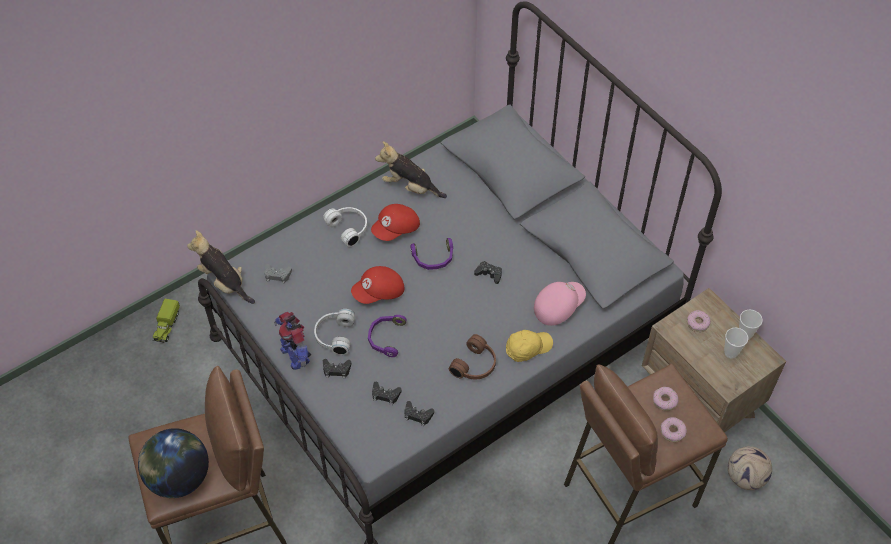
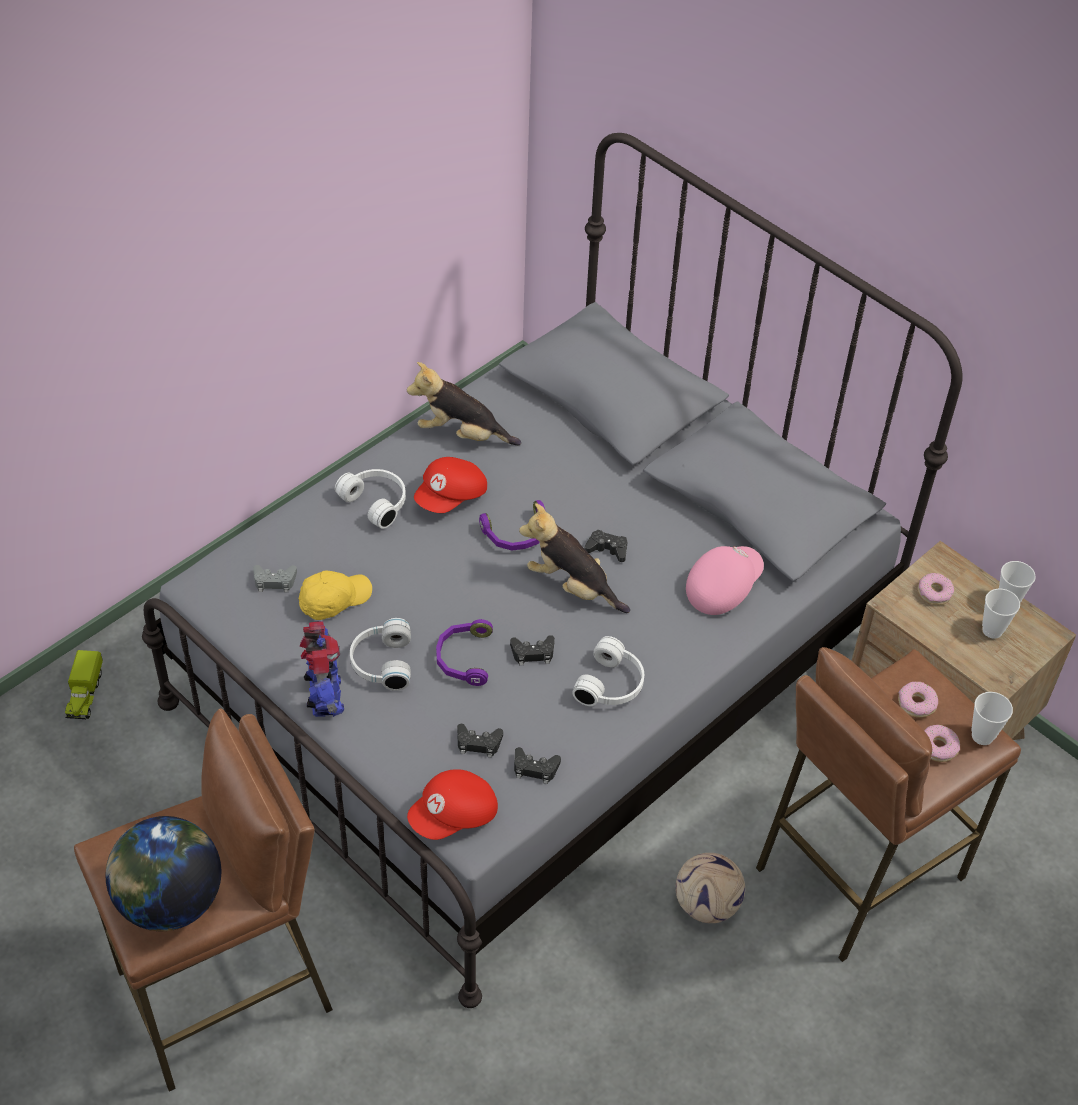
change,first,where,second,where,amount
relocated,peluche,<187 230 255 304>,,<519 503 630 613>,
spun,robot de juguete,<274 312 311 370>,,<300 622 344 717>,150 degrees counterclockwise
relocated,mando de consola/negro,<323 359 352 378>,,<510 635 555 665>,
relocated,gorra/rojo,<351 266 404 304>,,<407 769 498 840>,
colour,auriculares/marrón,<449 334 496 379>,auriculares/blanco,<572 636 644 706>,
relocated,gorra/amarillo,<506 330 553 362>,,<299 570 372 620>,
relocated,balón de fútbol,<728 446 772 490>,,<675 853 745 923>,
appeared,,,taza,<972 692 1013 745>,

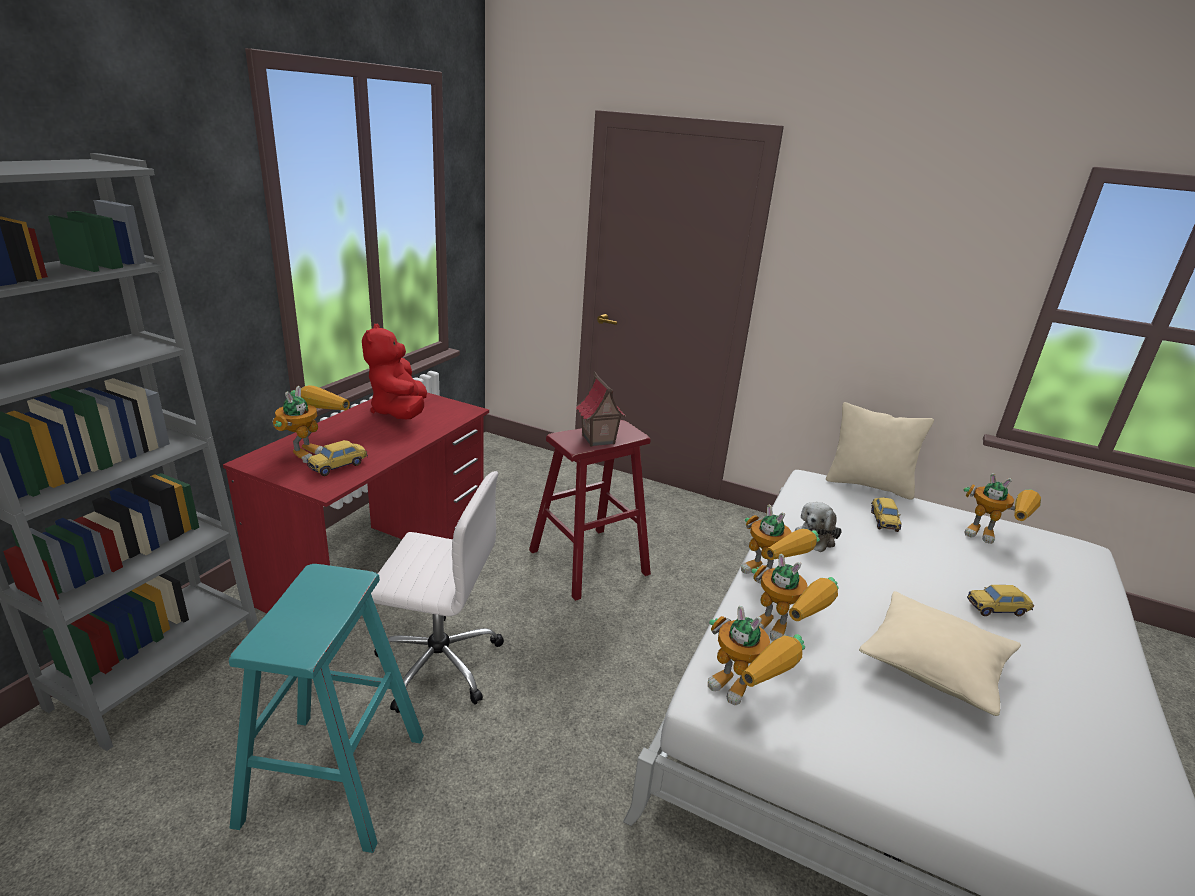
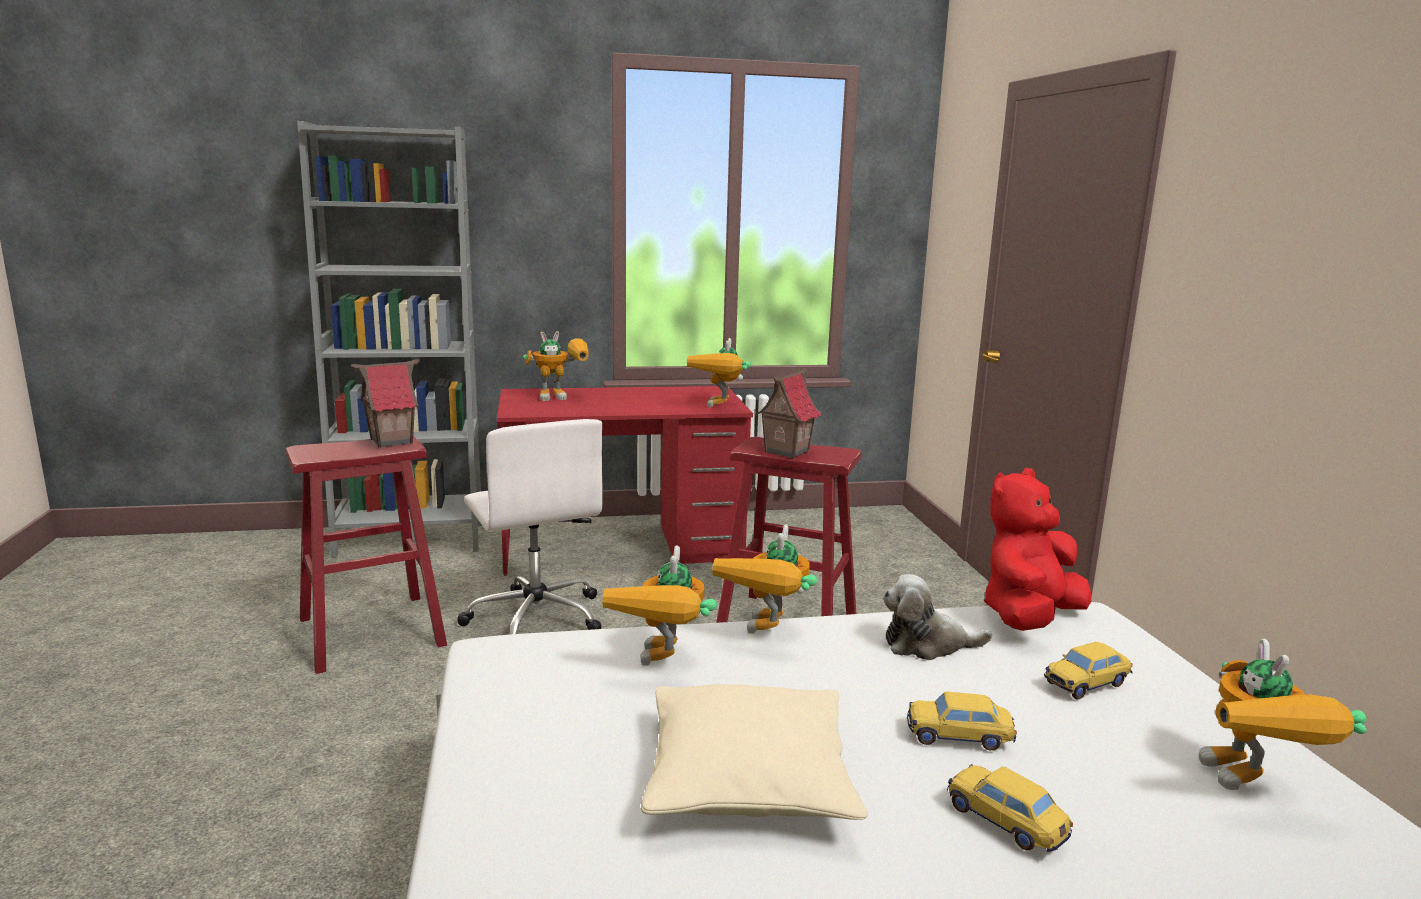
change,first,where,second,where,amount
colour,taburete/turquesa,<229 564 424 853>,taburete/rojo,<286 435 447 674>,
relocated,coche de juguete,<307 440 368 476>,,<907 691 1017 750>,
relocated,peluche/rojo,<362 323 427 419>,,<984 468 1091 631>,
relocated,robot de juguete,<708 606 805 705>,,<687 338 751 407>,
missing,cojín/beis,<826 402 934 500>,,,
appeared,,,casita,<351 359 420 448>,

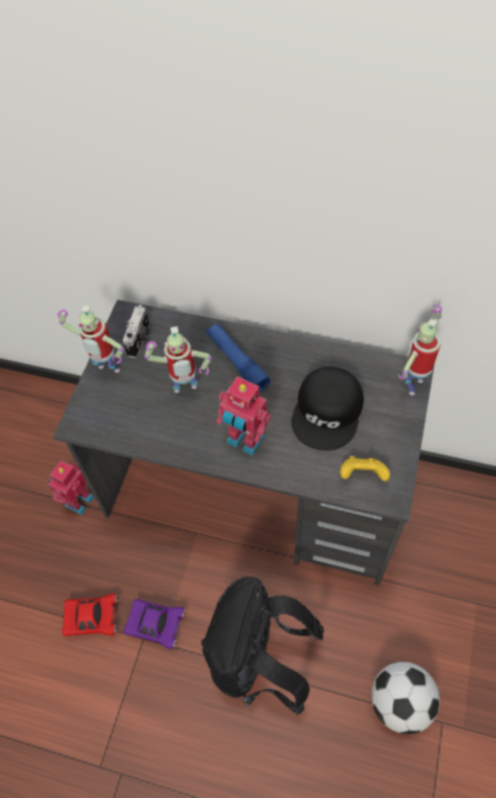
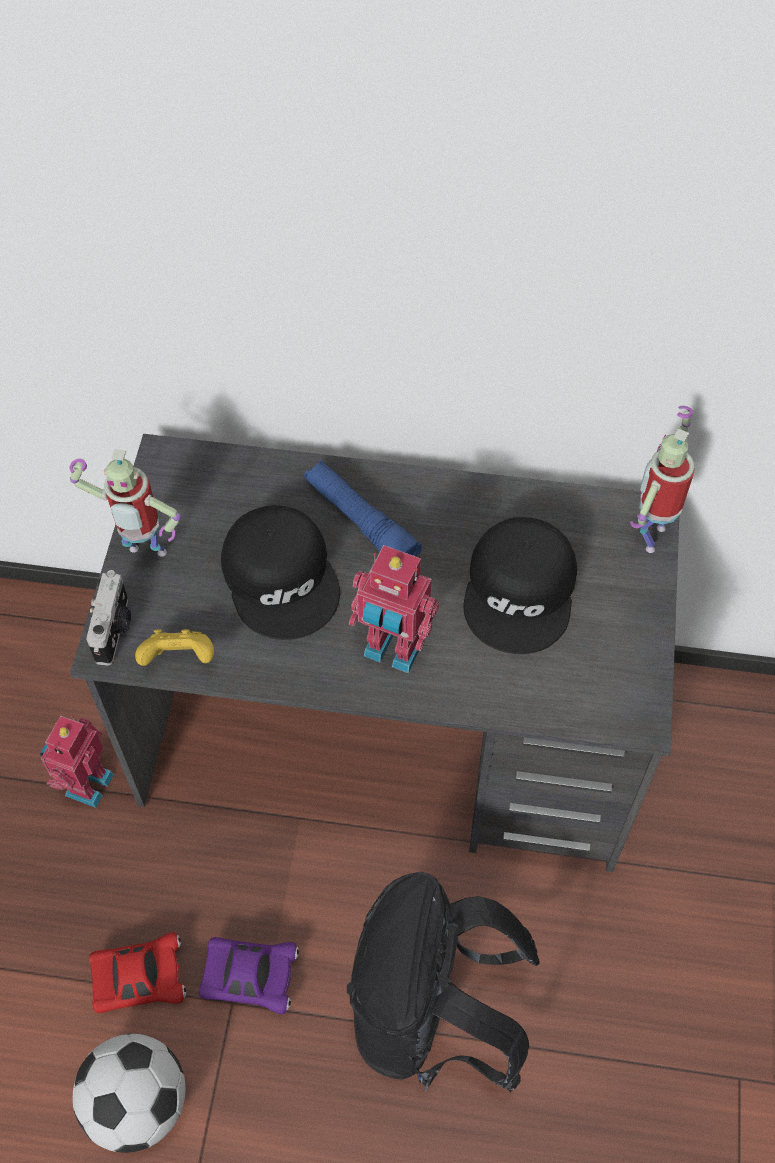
change,first,where,second,where,amount
relocated,cámara,<123 305 149 358>,,<86 570 131 666>,
exchanged,robot de juguete,<144 326 212 393>,gorra/negro,<221 505 340 640>,
relocated,mando de consola/amarillo,<340 456 390 481>,,<135 629 214 666>,
relocated,balón de fútbol,<371 662 440 734>,,<73 1034 185 1153>,

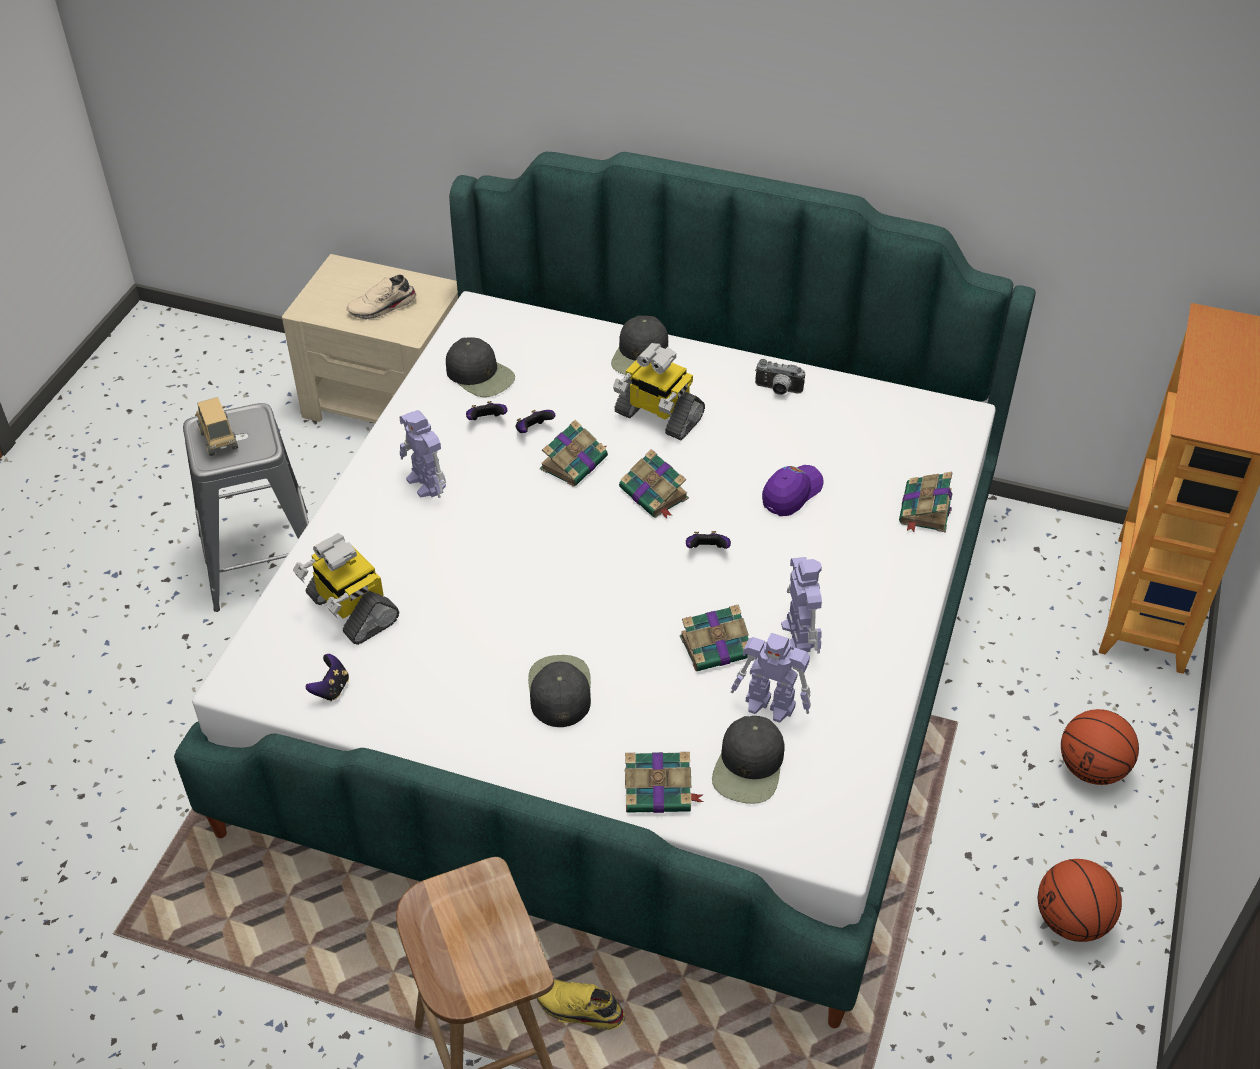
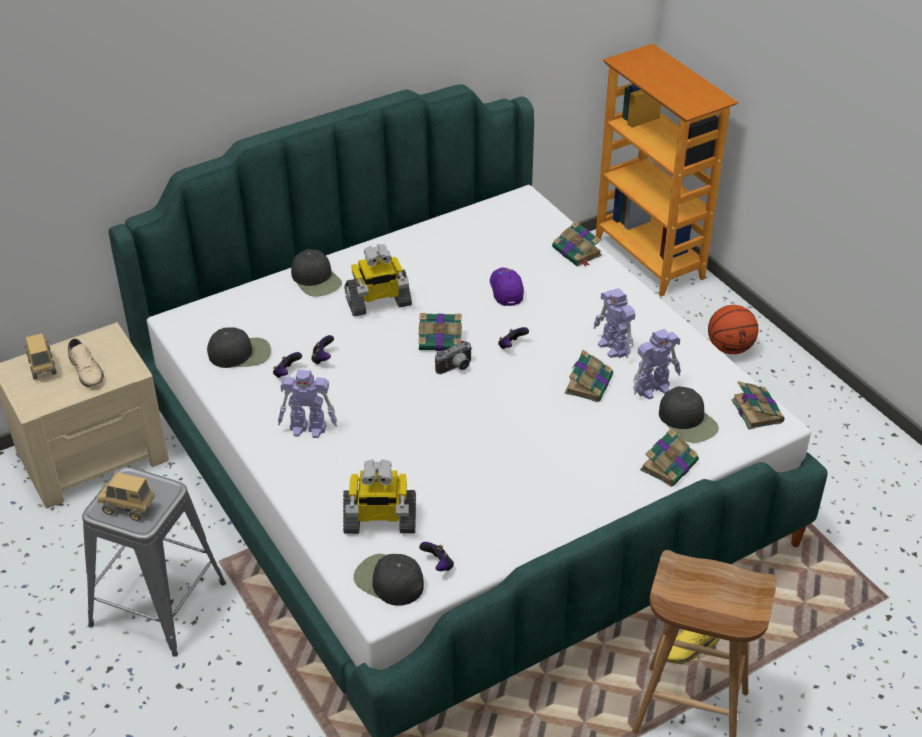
change,first,where,second,where,amount
spun,zapato/beis,<346 274 417 319>,,<68 339 104 387>,45 degrees counterclockwise
relocated,gorra/negro,<528 655 591 727>,,<354 554 424 606>,
relocated,libro,<540 420 608 487>,,<731 381 785 429>,
relocated,cámara,<755 359 805 395>,,<435 341 472 374>,
spun,robot de juguete,<781 557 822 654>,,<594 288 635 358>,150 degrees counterclockwise
missing,balón de baloncesto,<1038 859 1122 942>,,,
appeared,,,camión de juguete,<24 333 57 379>,

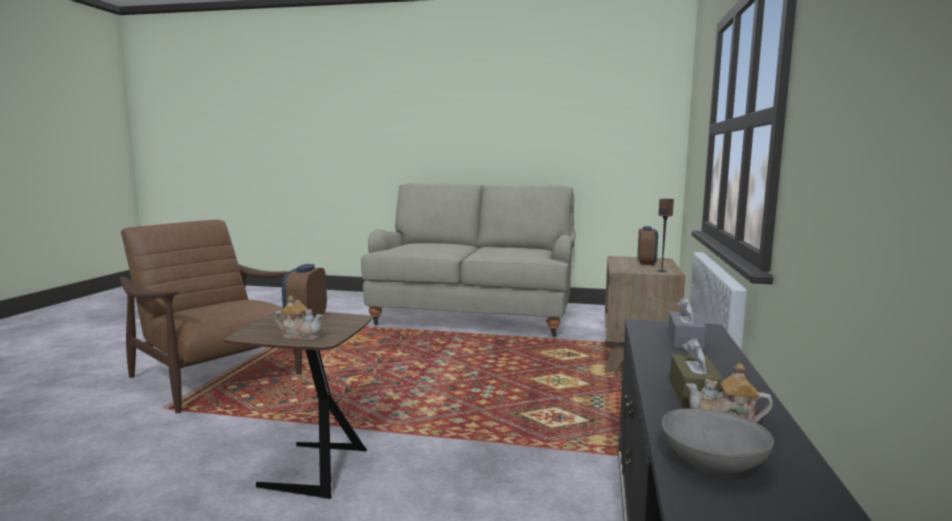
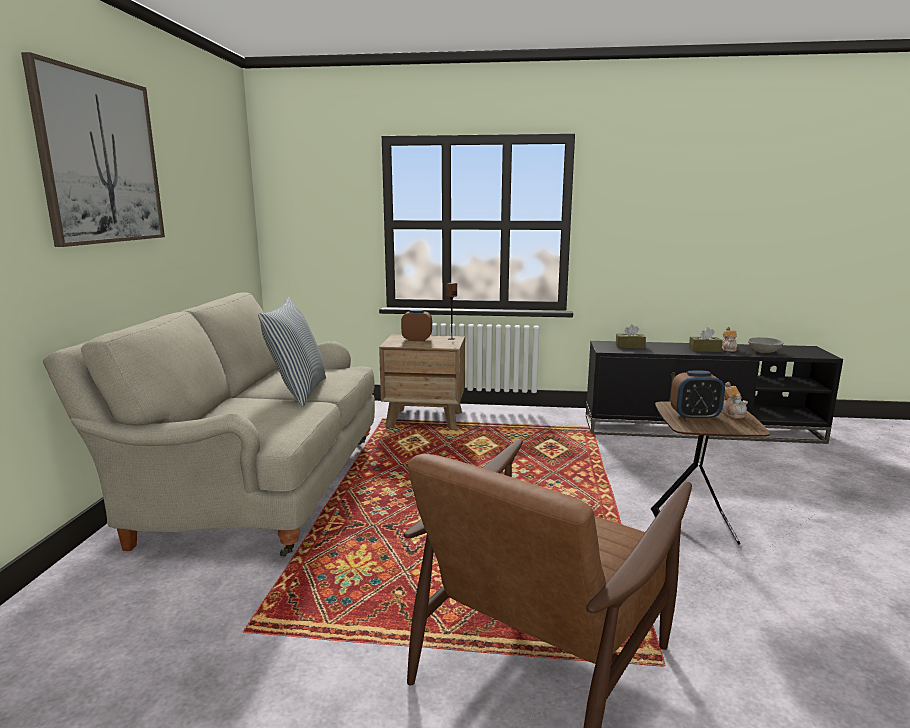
change,first,where,second,where,amount
spun,tetera,<275 296 323 341>,,<721 382 748 419>,150 degrees clockwise
colour,caja de pañuelos/gris,<668 297 706 350>,caja de pañuelos/marrón,<616 324 646 349>,
appeared,,,cuadro,<21 52 165 247>,
appeared,,,cojín,<258 297 326 407>,

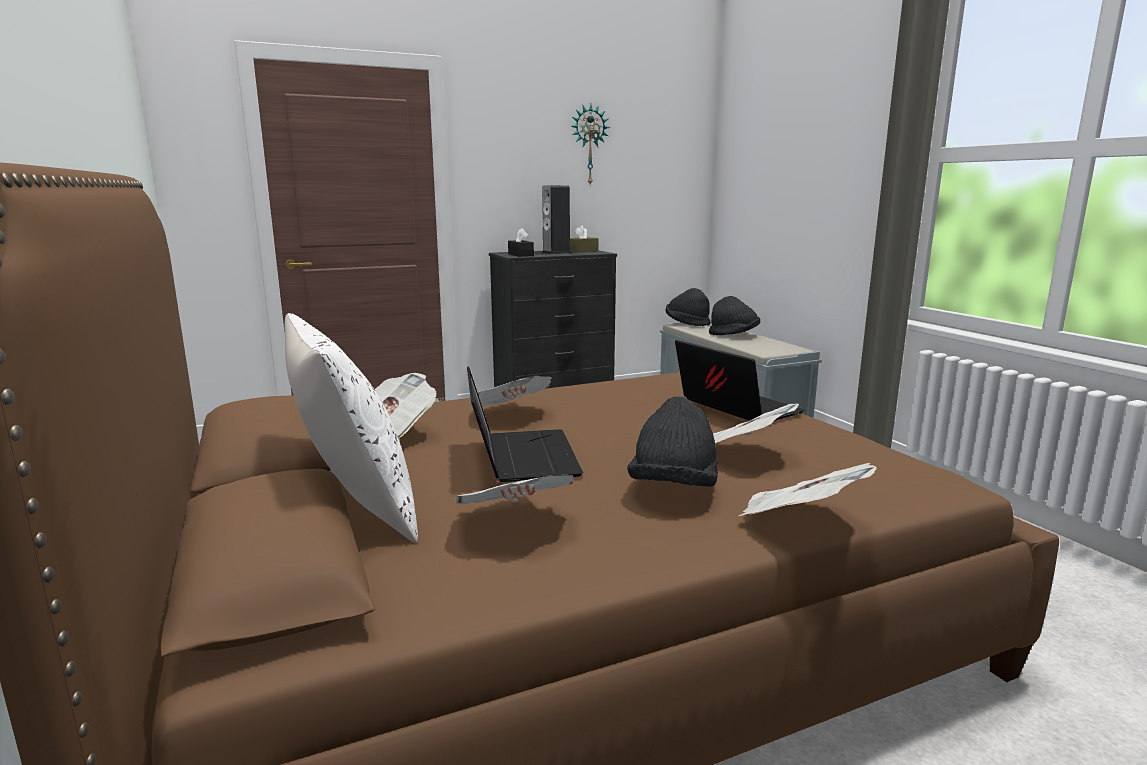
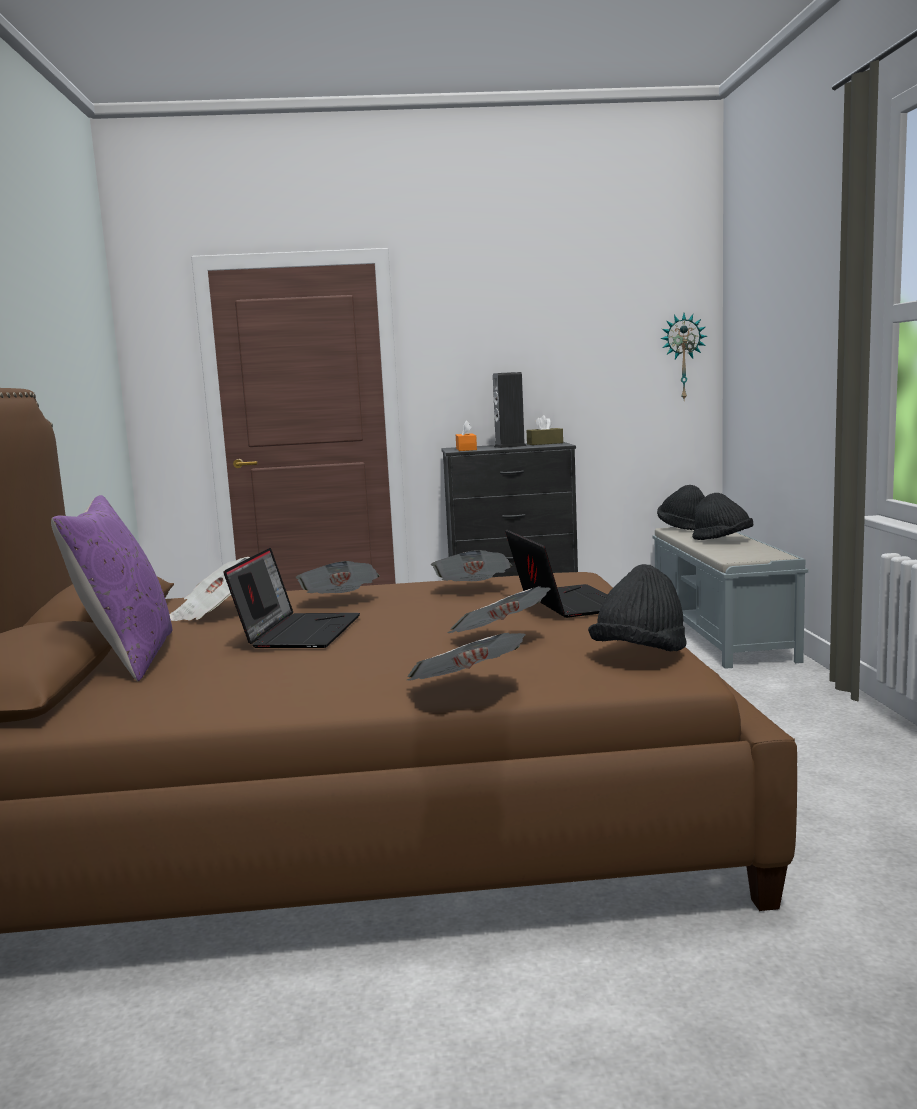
change,first,where,second,where,amount
colour,cojín/blanco,<285 313 418 542>,cojín/morado,<51 495 172 681>,
relocated,periódico,<454 475 574 504>,,<431 550 512 581>,
colour,caja de pañuelos/negro,<508 228 534 257>,caja de pañuelos/naranja,<456 420 477 451>,
relocated,reloj de pared,<572 104 610 185>,,<660 313 707 400>,
relocated,sombrero/negro,<627 396 718 487>,,<588 564 687 651>,

